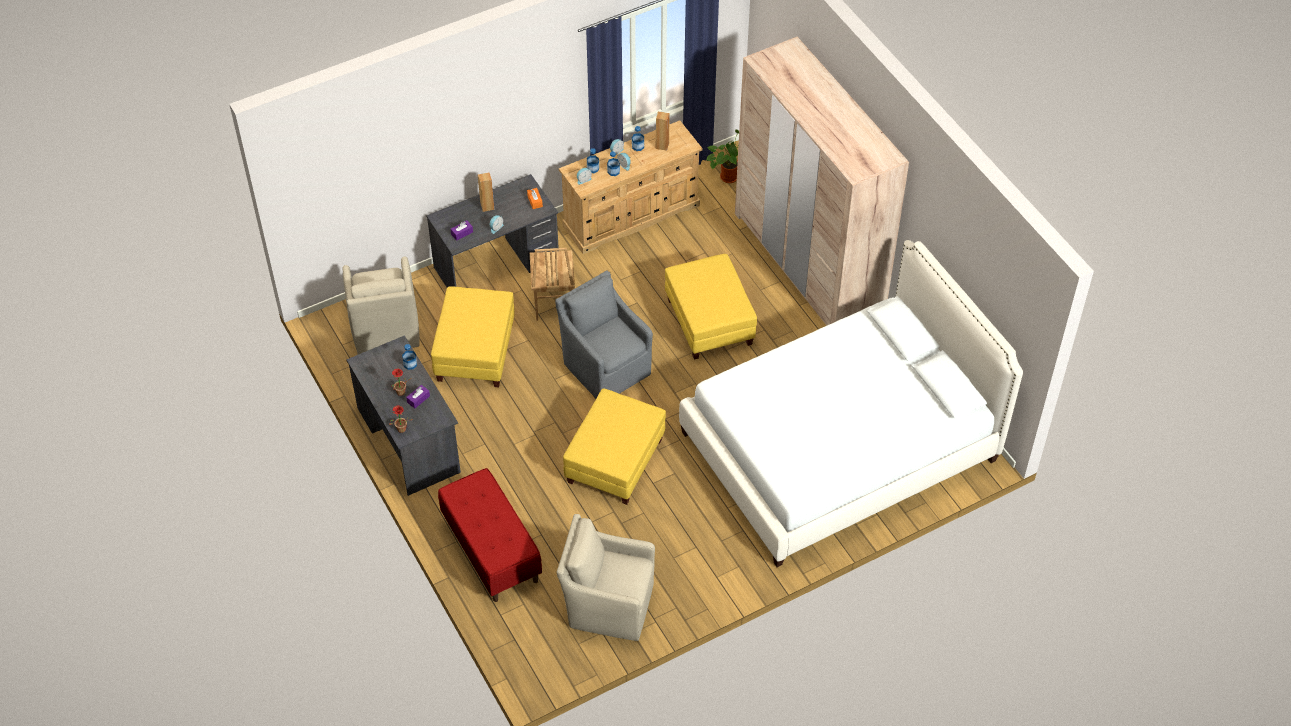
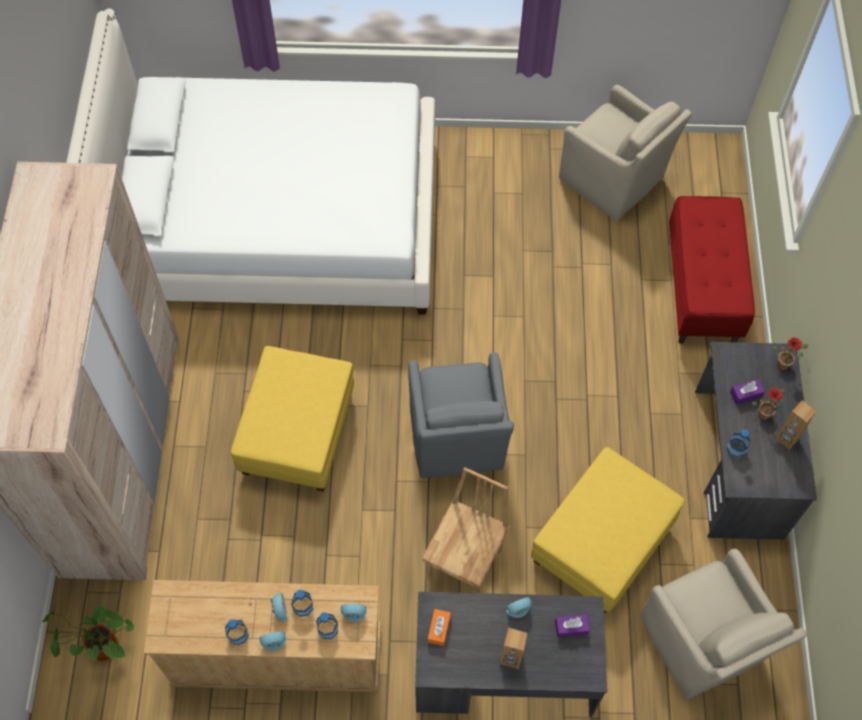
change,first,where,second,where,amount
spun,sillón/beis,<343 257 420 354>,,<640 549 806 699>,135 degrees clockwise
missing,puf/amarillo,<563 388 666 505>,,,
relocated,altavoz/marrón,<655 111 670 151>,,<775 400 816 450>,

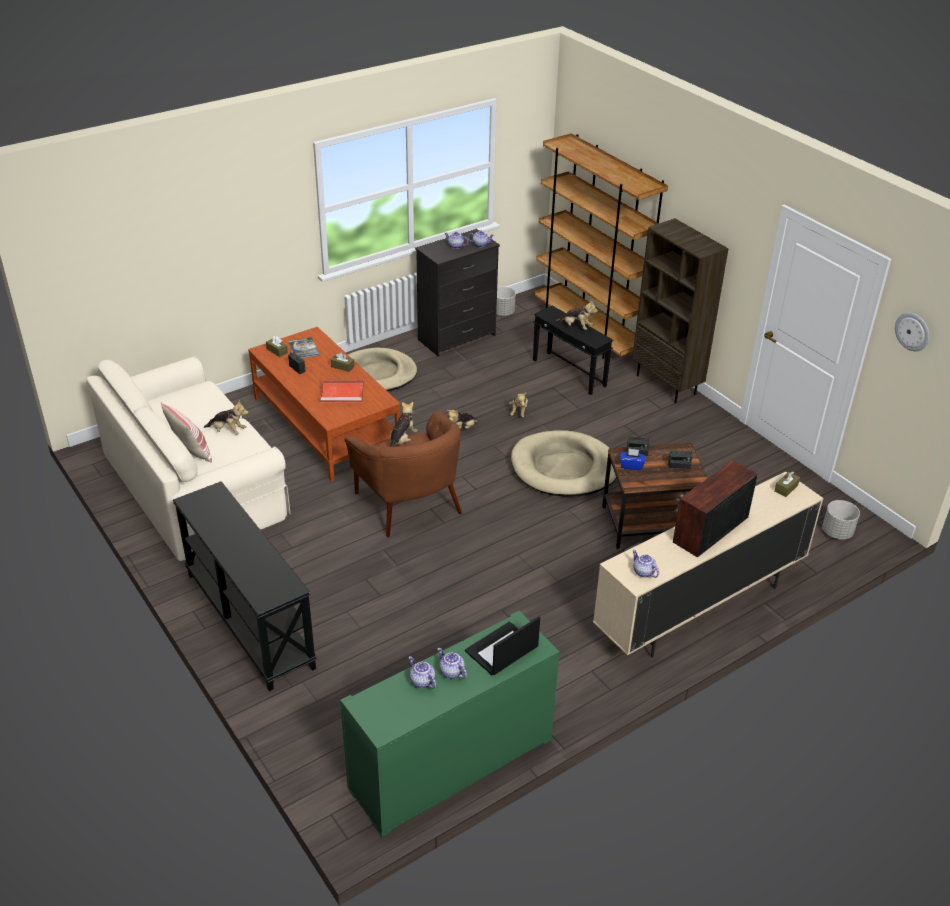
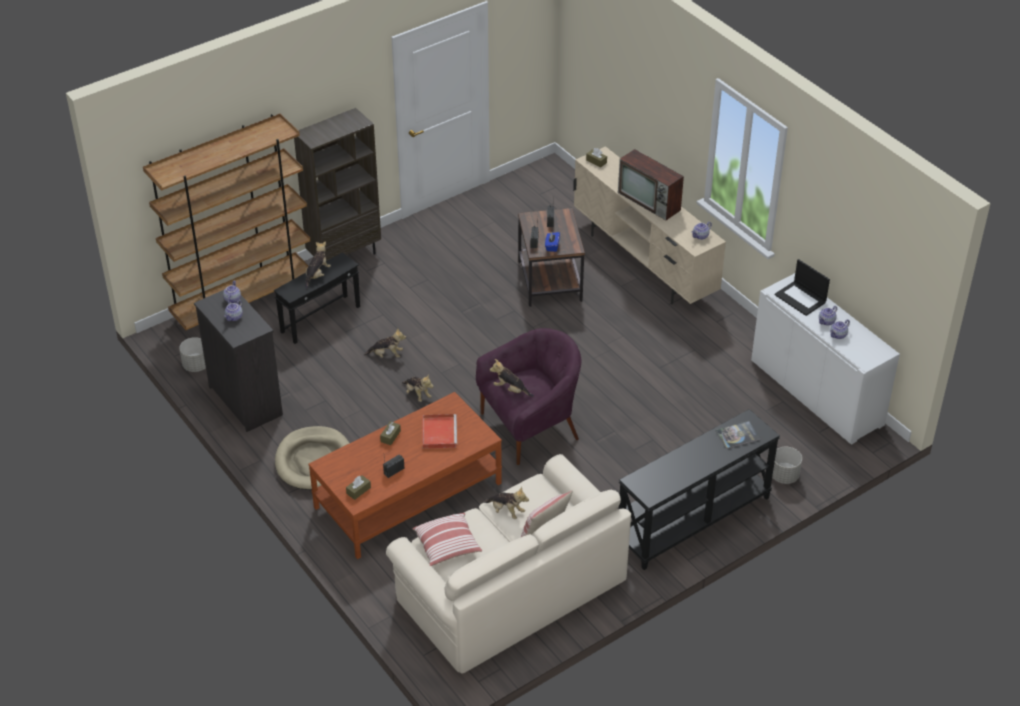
change,first,where,second,where,amount
spun,peluche,<204 400 248 435>,,<483 487 529 519>,105 degrees clockwise
relocated,libro,<289 337 319 358>,,<716 421 760 449>,
colour,armario/verde,<340 611 560 837>,armario/blanco,<751 273 900 444>,
colour,sillón/marrón,<344 411 462 537>,sillón/morado,<476 328 581 465>,
missing,cama para perro/beis,<511 430 617 496>,,,
relocated,maceta/gris,<822 500 860 539>,,<772 447 802 484>,
missing,reloj de pared,<895 313 929 351>,,,
appeared,,,cojín,<413 513 482 566>,

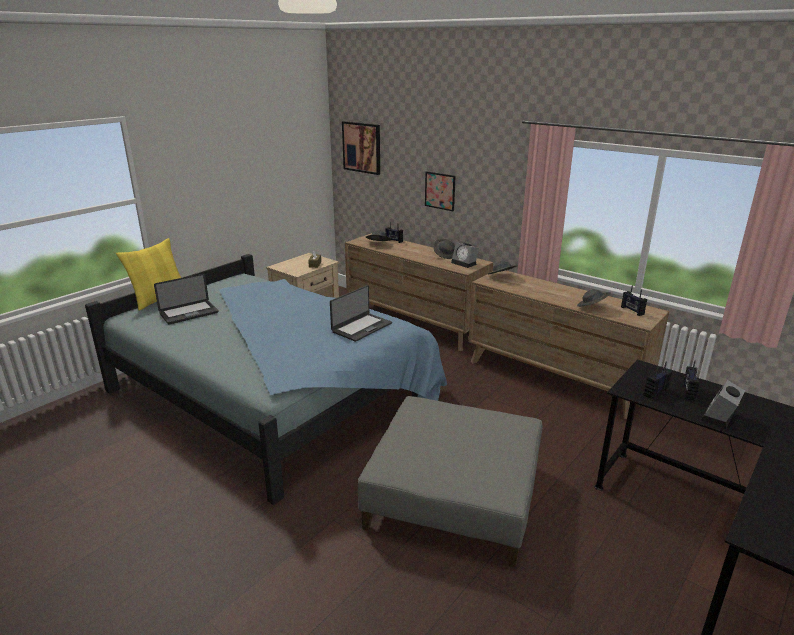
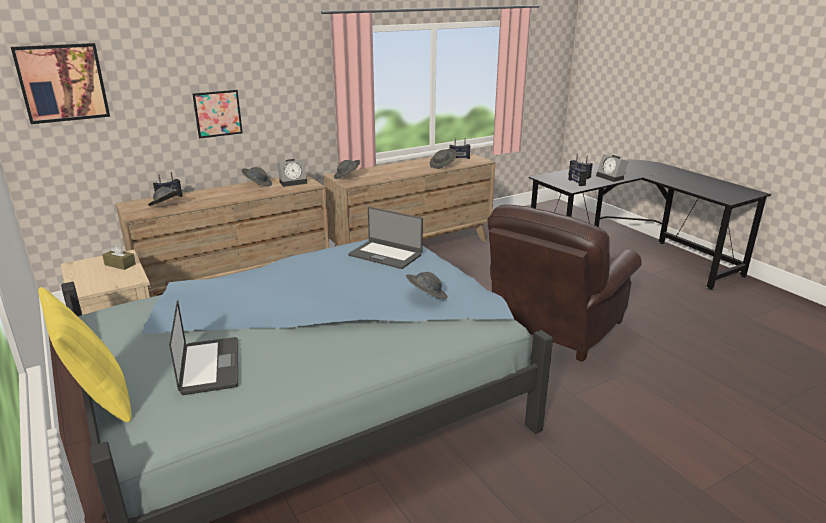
change,first,where,second,where,amount
spun,portátil,<330 285 392 342>,,<348 207 423 269>,150 degrees clockwise
exchanged,puf/gris,<358 396 543 567>,sillón/marrón,<488 205 642 362>,
appeared,,,sombrero/gris,<406 272 448 299>,

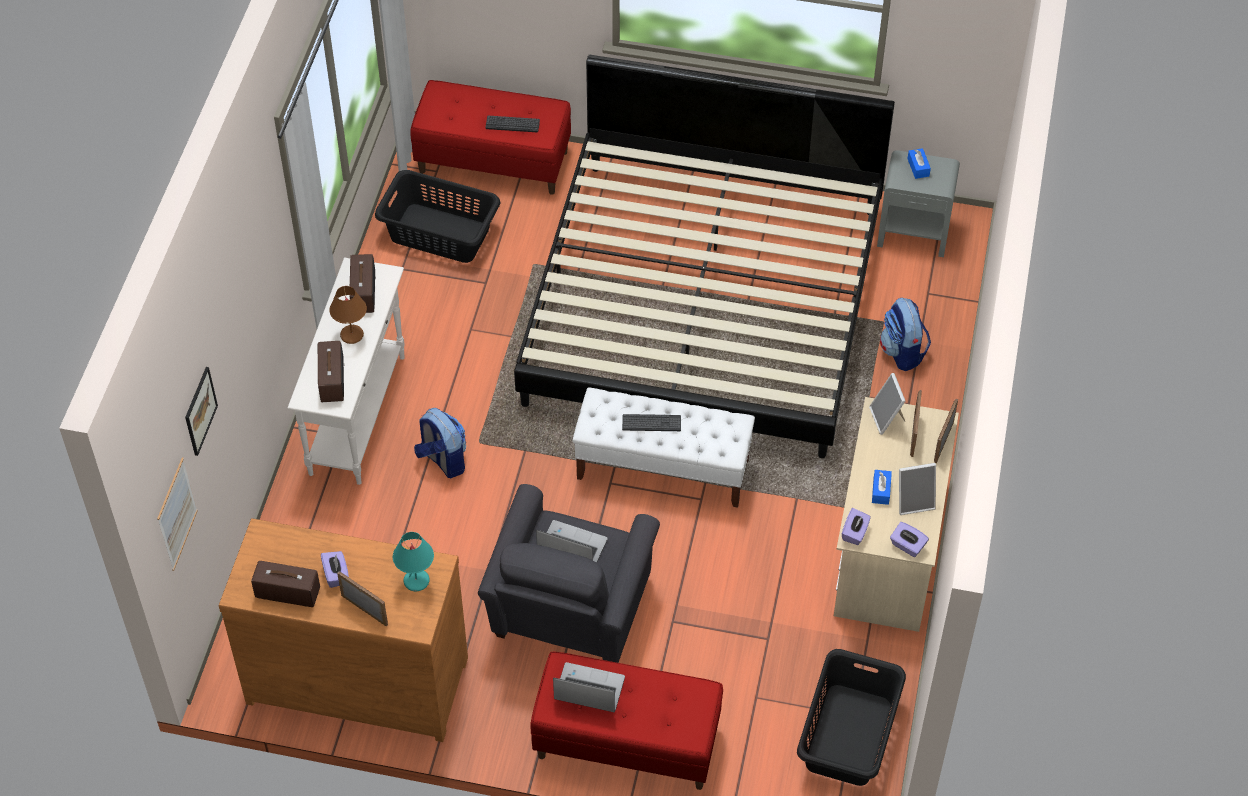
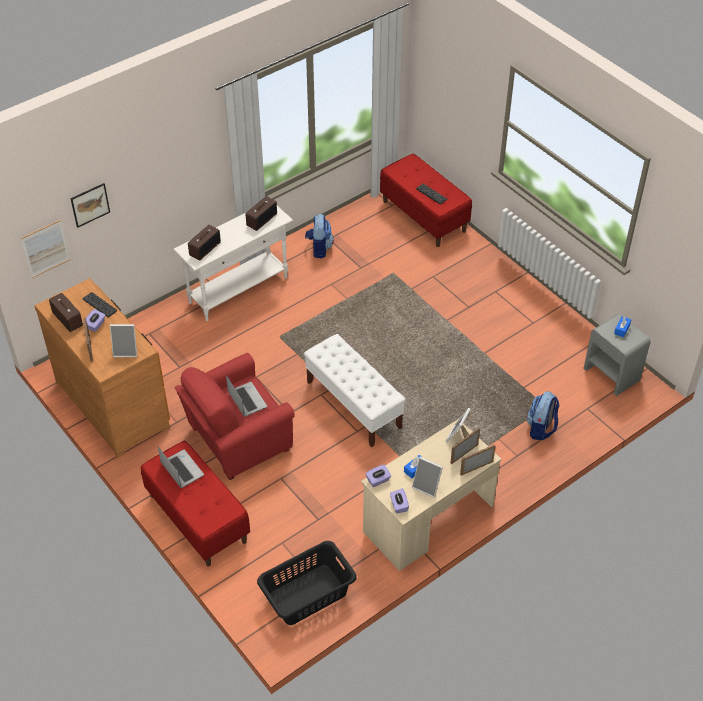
change,first,where,second,where,amount
missing,lámpara de mesa/marrón,<329 286 367 344>,,,
missing,cesto de la ropa/negro,<375 170 501 263>,,,
exchanged,lámpara de mesa/turquesa,<393 532 434 591>,portarretratos,<110 324 137 357>,
relocated,mochila,<414 408 466 478>,,<305 214 334 259>,
colour,sillón/gris,<478 484 660 663>,sillón/rojo,<175 353 294 480>,
missing,cama,<514 55 895 458>,,,
relocated,teclado,<622 414 681 431>,,<83 292 117 318>,

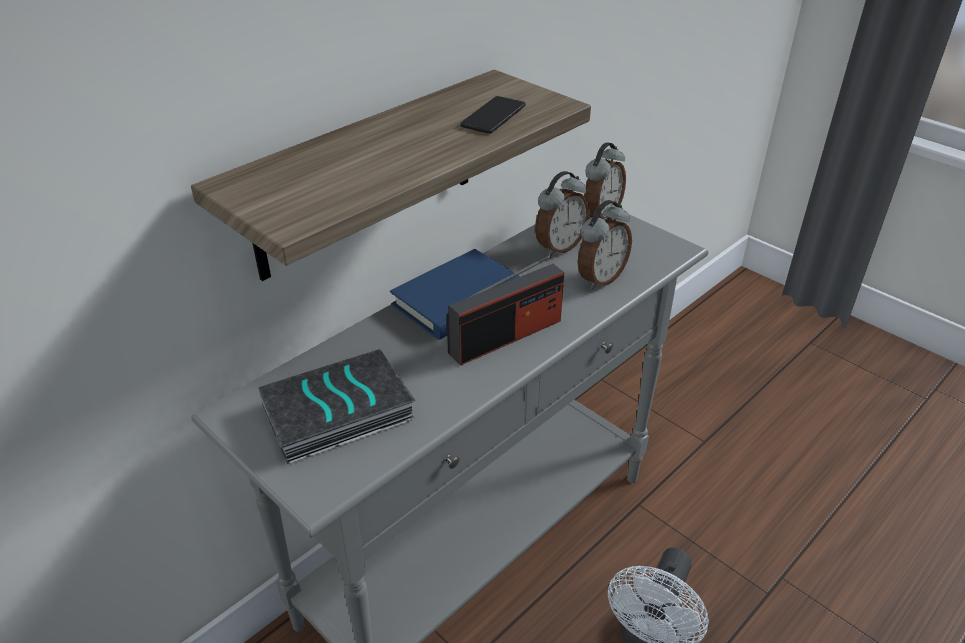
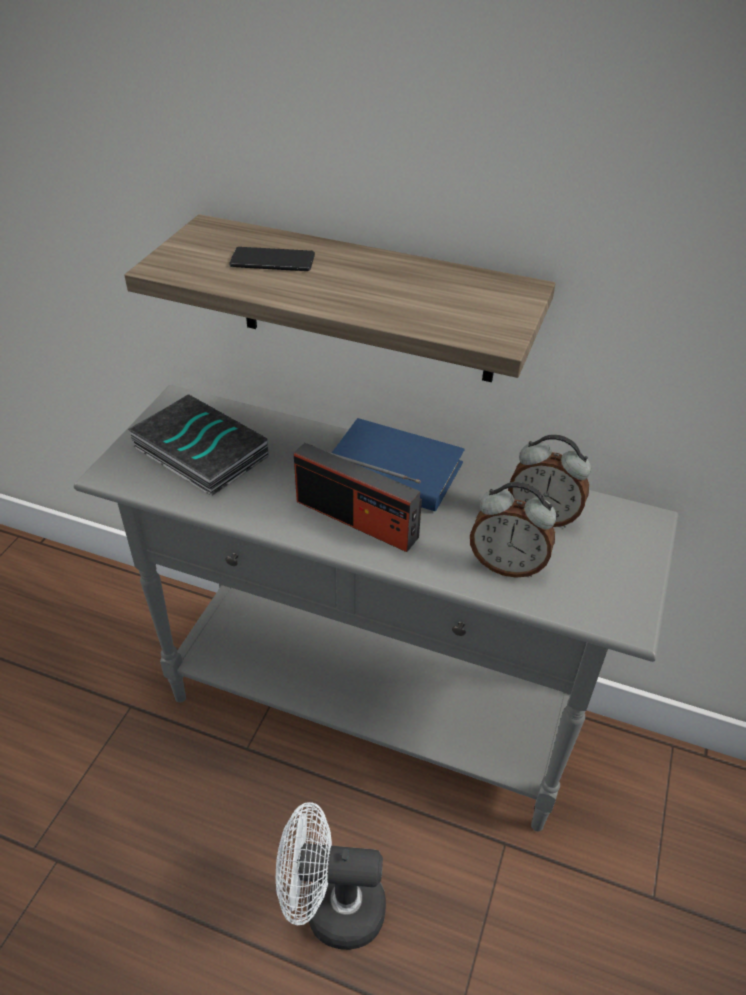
change,first,where,second,where,amount
relocated,móvil,<460 96 526 134>,,<229 247 315 271>,
missing,despertador,<584 142 626 218>,,,

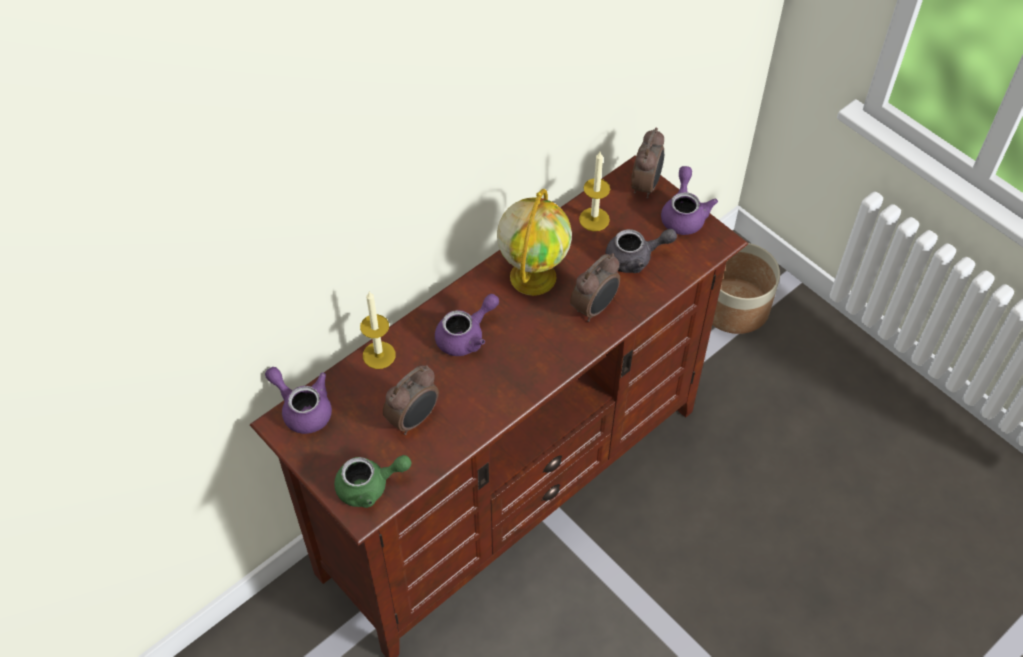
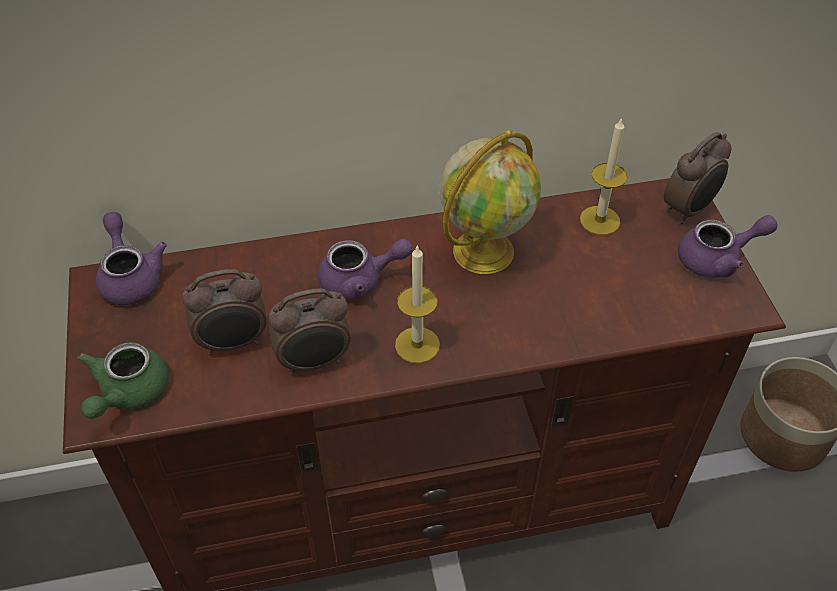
change,first,where,second,where,amount
spun,tetera/verde,<334 455 411 508>,,<77 342 168 419>,90 degrees clockwise
relocated,vela,<360 291 395 369>,,<395 245 440 363>,
relocated,despertador,<570 253 620 322>,,<268 288 351 375>,
missing,tetera/gris,<606 229 677 273>,,,
spun,tetera/morado,<661 166 718 235>,,<678 215 778 278>,45 degrees clockwise

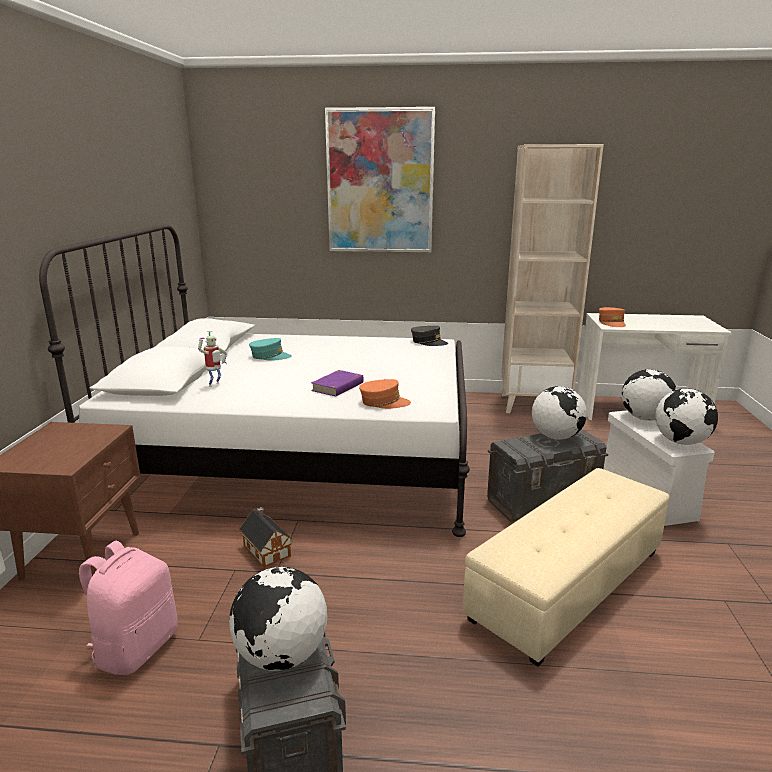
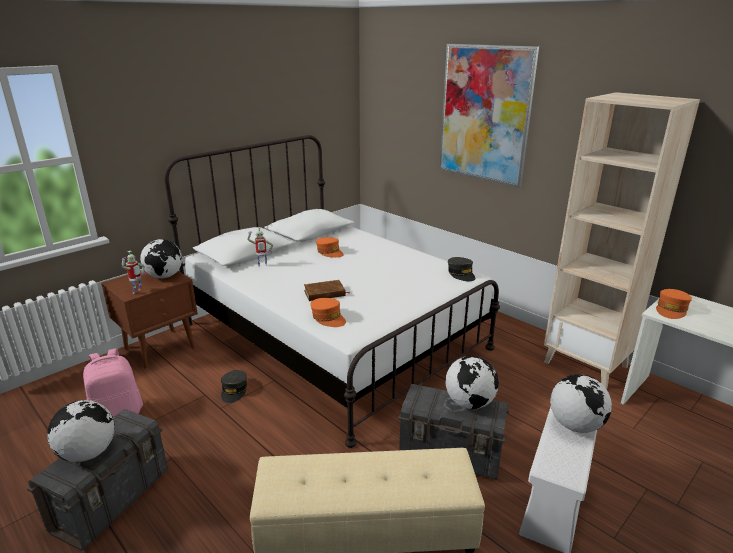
change,first,where,second,where,amount
exchanged,casita,<239 507 292 568>,gorra/gris,<221 370 247 403>,
colour,gorra/turquesa,<249 338 292 361>,gorra/naranja,<316 237 344 258>,
colour,libro/morado,<311 370 364 397>,libro/marrón,<304 280 350 301>,
relocated,globo terráqueo,<655 388 718 445>,,<140 239 182 278>,
appeared,,,robot de juguete,<122 251 146 294>,

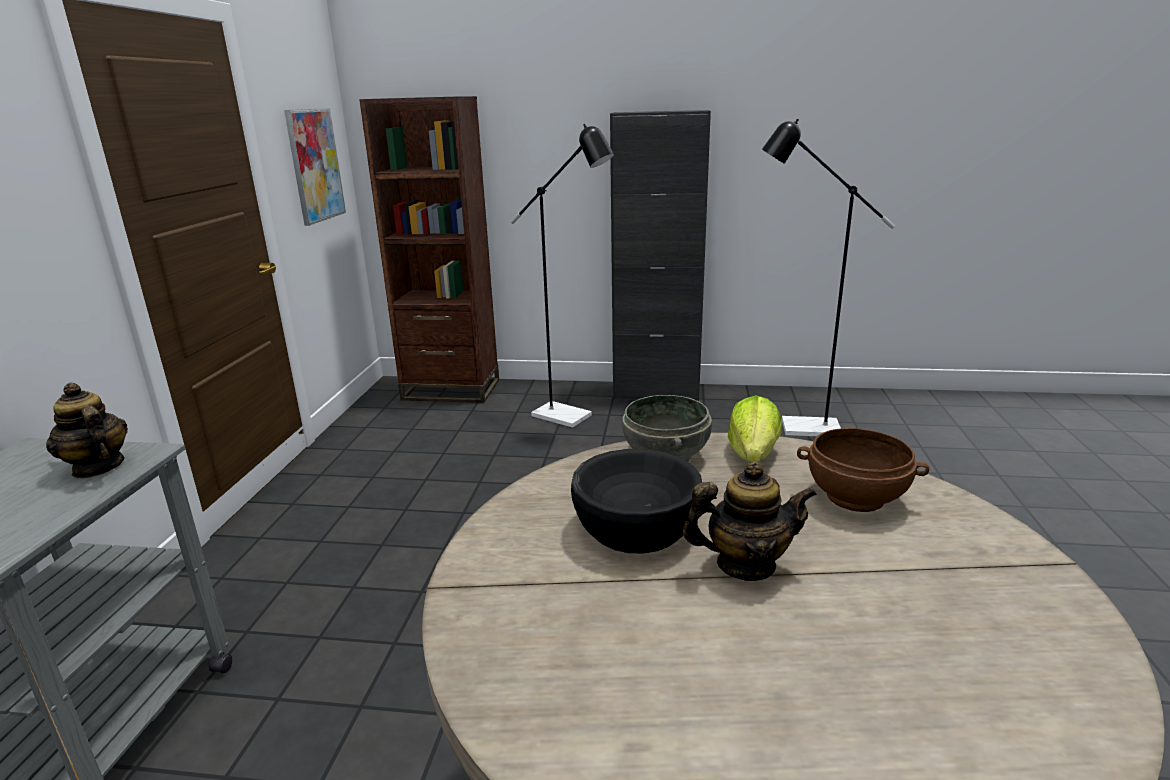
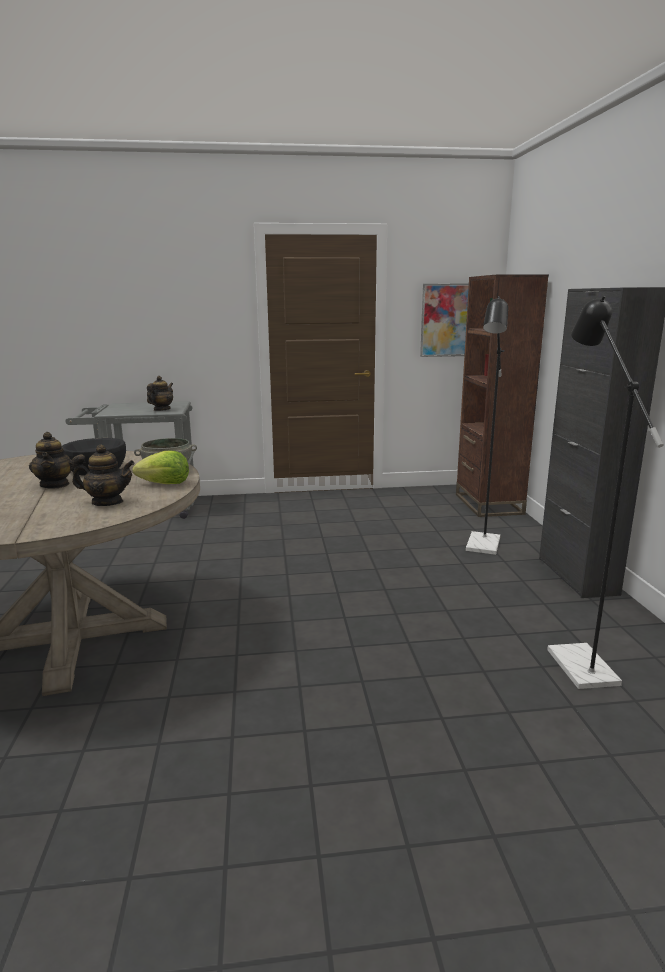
change,first,where,second,where,amount
exchanged,cuenco/marrón,<797 428 929 512>,tetera,<72 445 135 506>,

